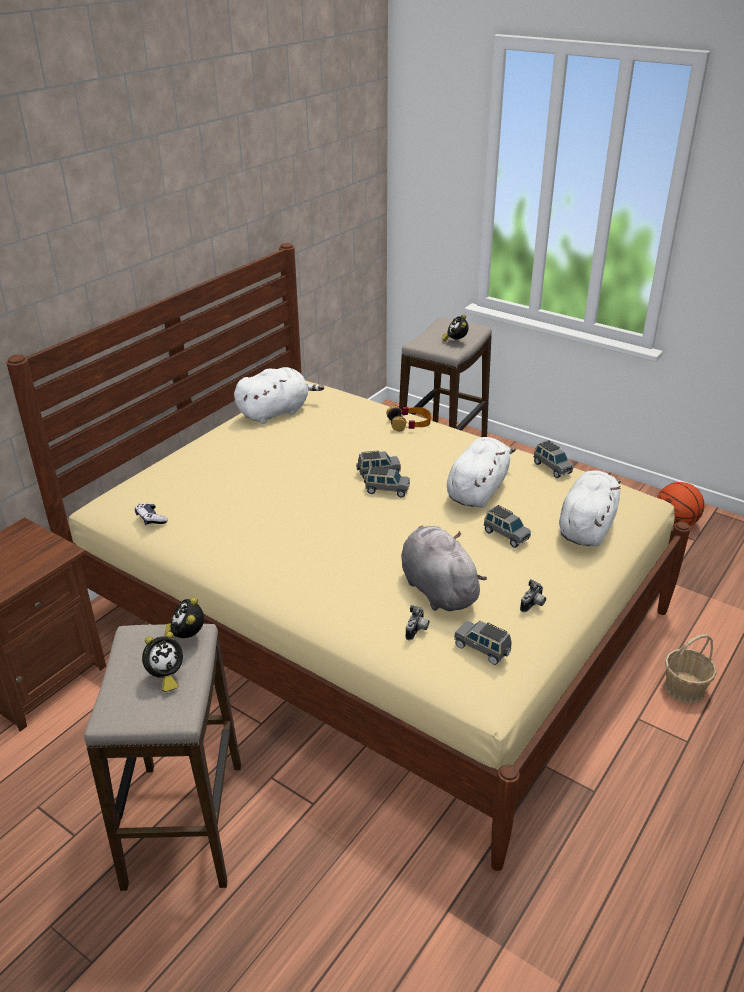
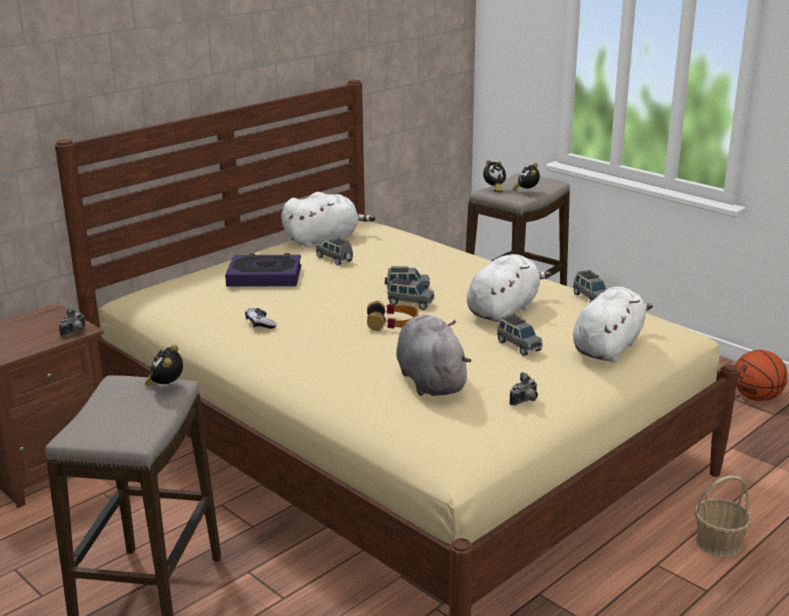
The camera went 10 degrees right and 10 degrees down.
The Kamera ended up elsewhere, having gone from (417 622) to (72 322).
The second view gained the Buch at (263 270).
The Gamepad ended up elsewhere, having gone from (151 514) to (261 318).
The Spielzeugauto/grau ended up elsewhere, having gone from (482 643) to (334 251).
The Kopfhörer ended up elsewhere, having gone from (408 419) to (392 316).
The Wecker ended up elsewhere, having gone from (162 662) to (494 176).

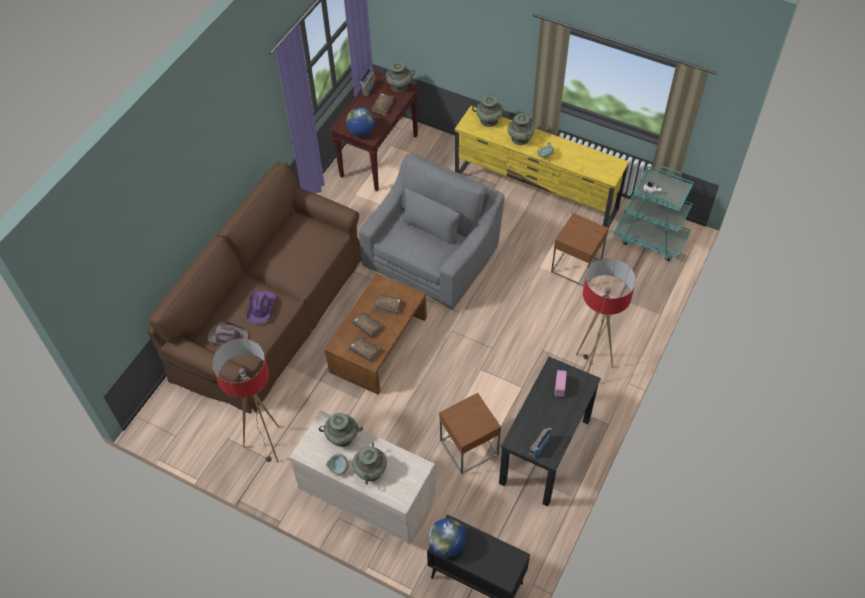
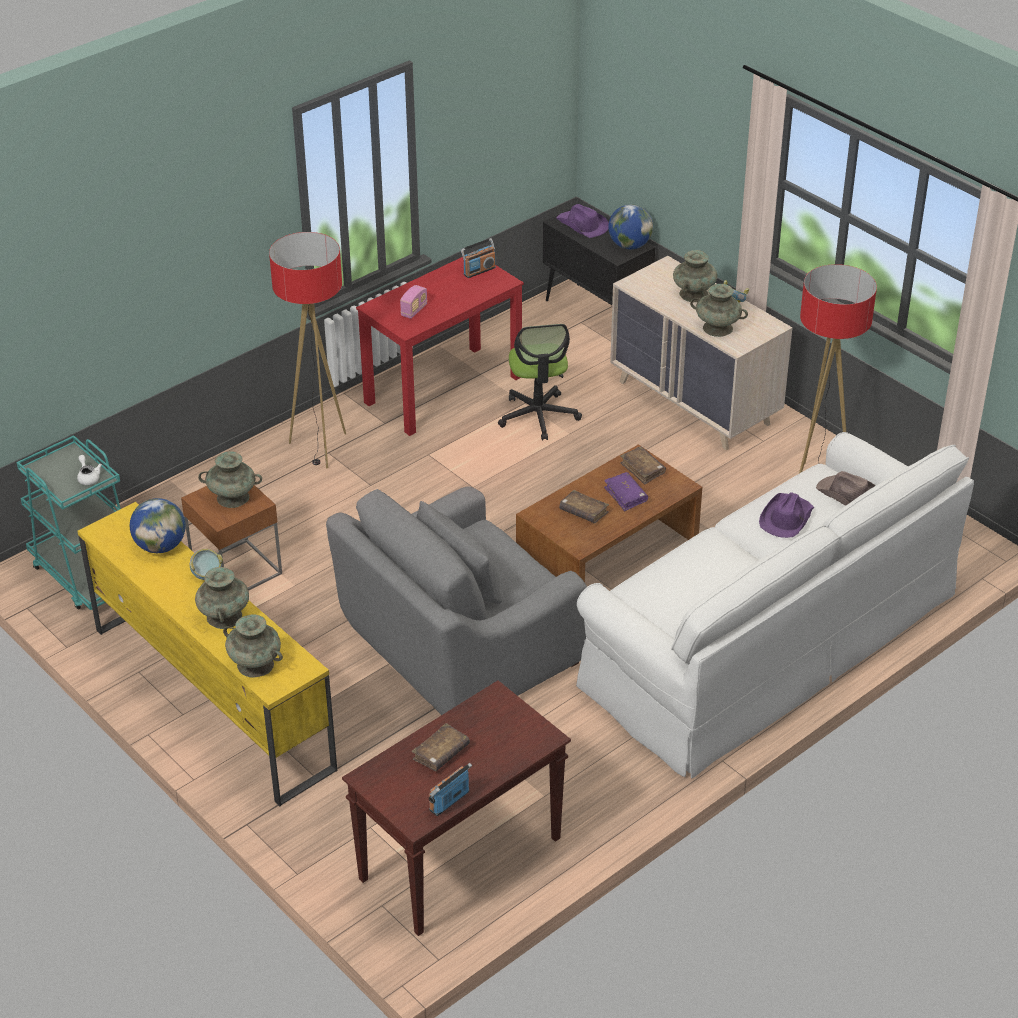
The camera went 160 degrees left and 15 degrees down.
The Globus ended up elsewhere, having gone from (360 122) to (158 525).
The Vase/türkis ended up elsewhere, having gone from (398 77) to (230 479).
What was the Schreibtisch/schwarz at (550 432) turned into the Schreibtisch/rot at (440 346).
Where the Beistelltisch/braun stood at (470 433), the Bürostuhl came to stand at (540 382).
The second view gained the Hut/lila at (582 221).
What was the Sofa/braun at (255 287) turned into the Sofa/weiß at (775 605).
What was the Buch/braun at (368 324) turned into the Buch/lila at (626 491).

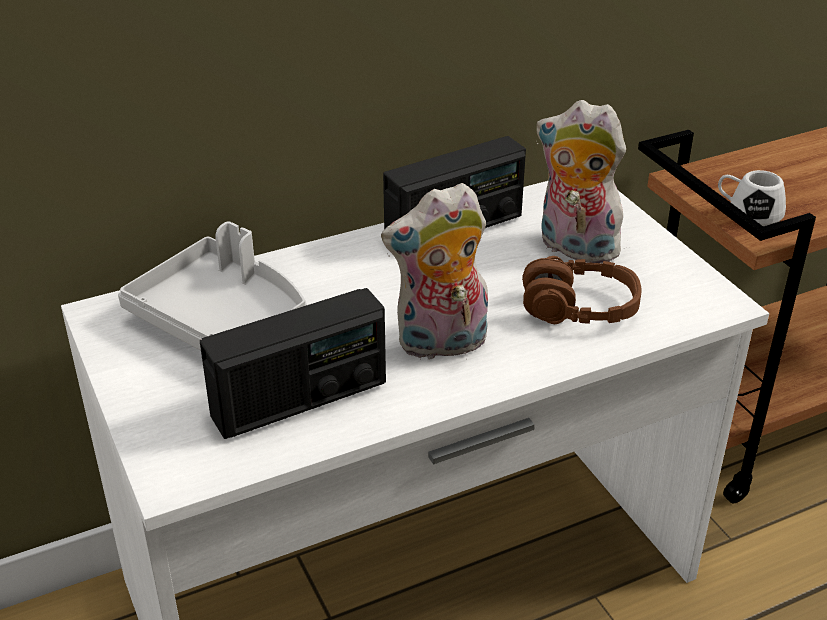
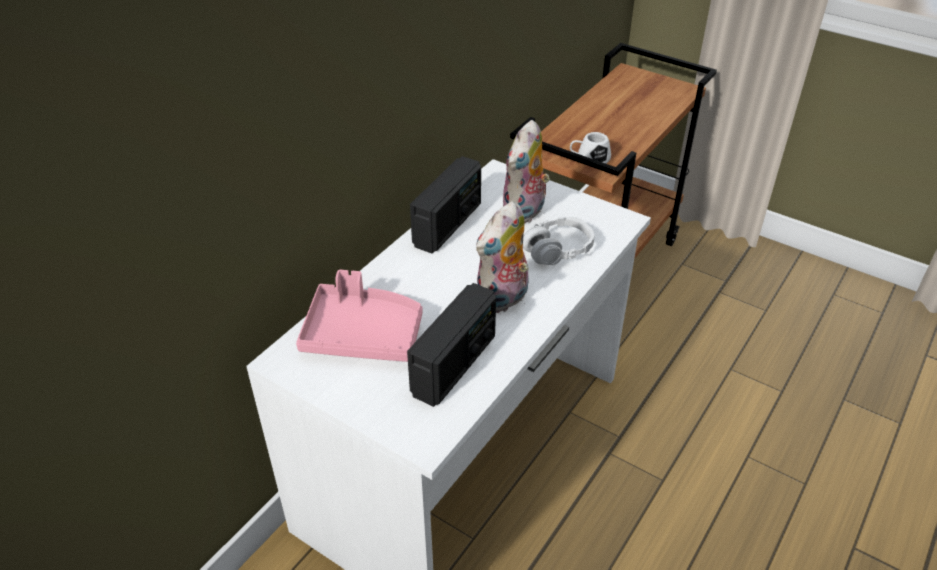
The camera went 30 degrees left and 5 degrees up.
What was the Tablett/grau at (212 285) turned into the Tablett/rosa at (359 316).
The Plüschtier at (581 181) ended up facing another way, 60 degrees counterclockwise from before.
What was the Kopfhörer/braun at (582 290) turned into the Kopfhörer/grau at (559 241).

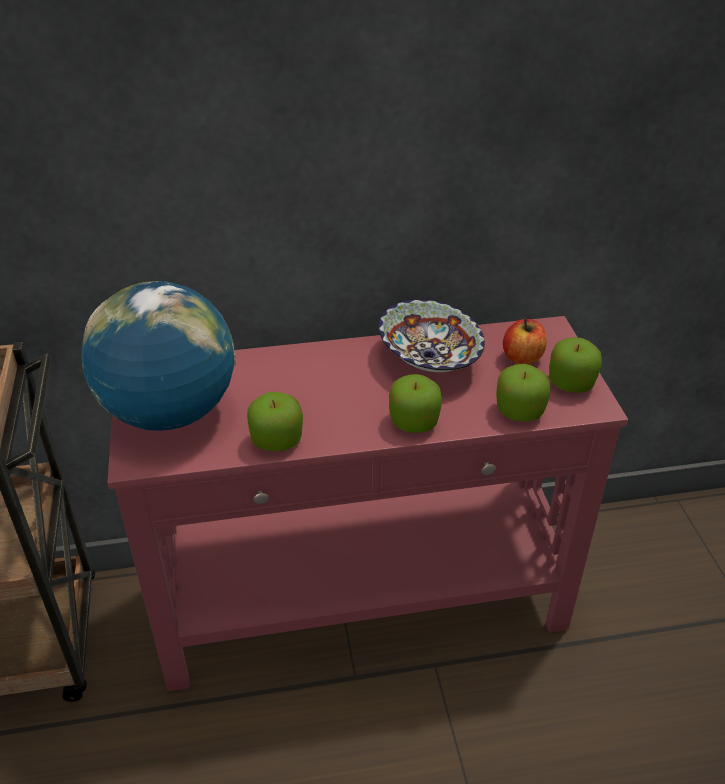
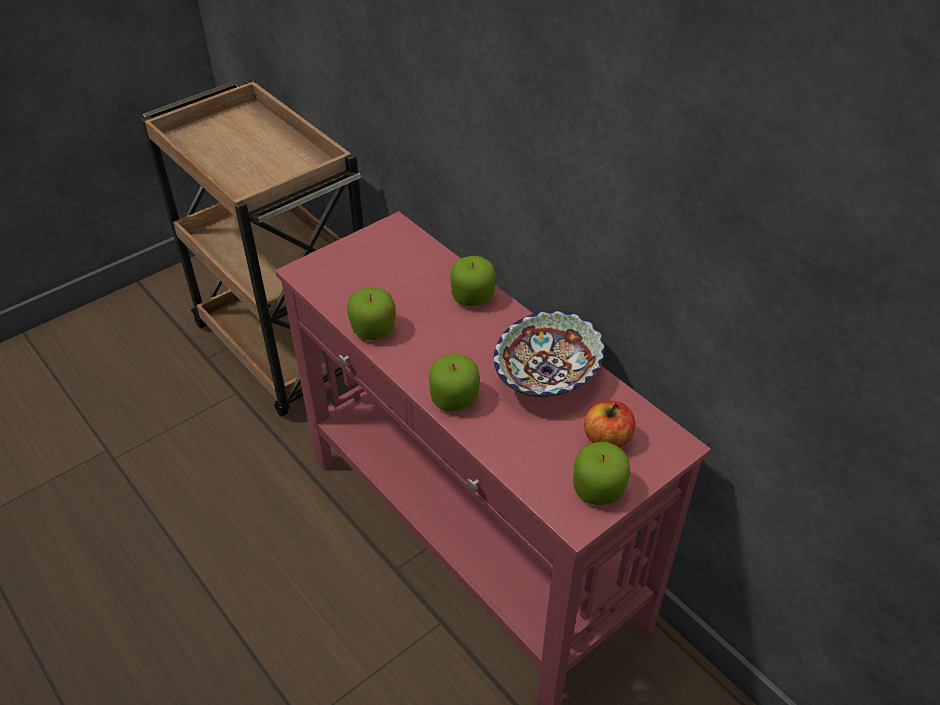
The camera went 60 degrees right and 5 degrees up.
The Apfel ended up elsewhere, having gone from (523 392) to (473 281).
The second view lost the Globus at (158 356).

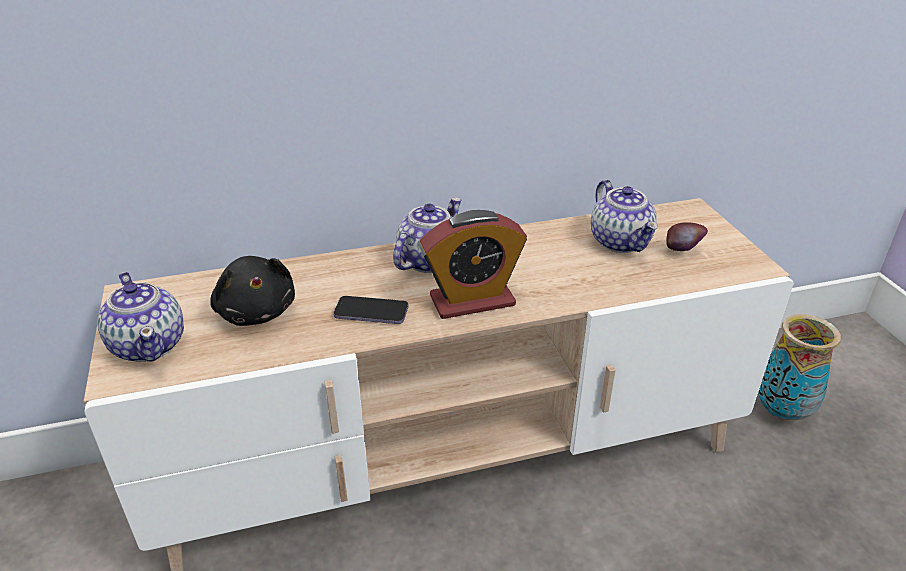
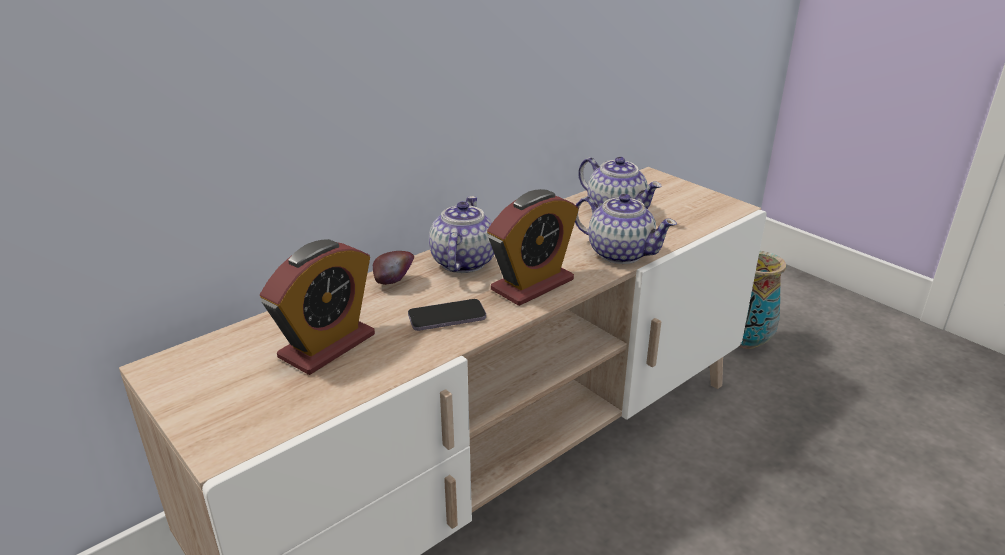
The camera went 25 degrees left and 5 degrees down.
Where the Plüschtier/schwarz stood at (252 291), the Wecker came to stand at (317 307).
The Apfel ended up elsewhere, having gone from (687 236) to (393 268).
The Teekanne ended up elsewhere, having gone from (140 317) to (626 229).

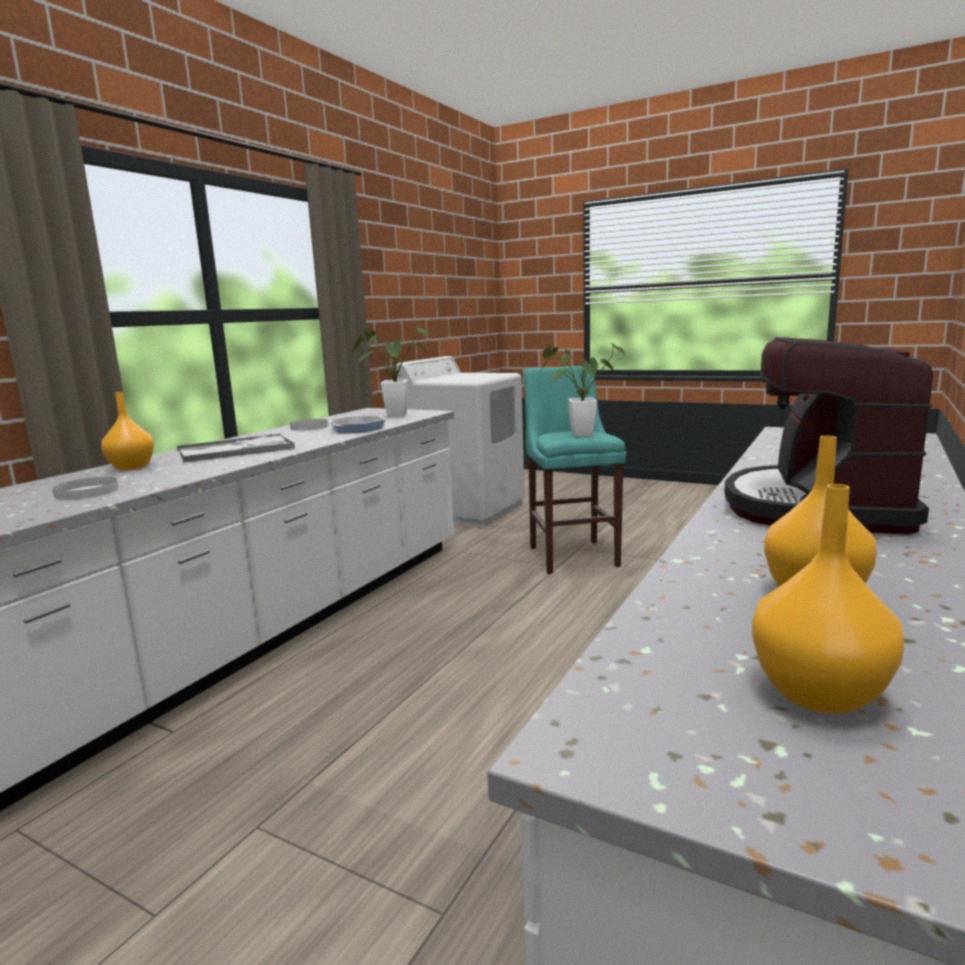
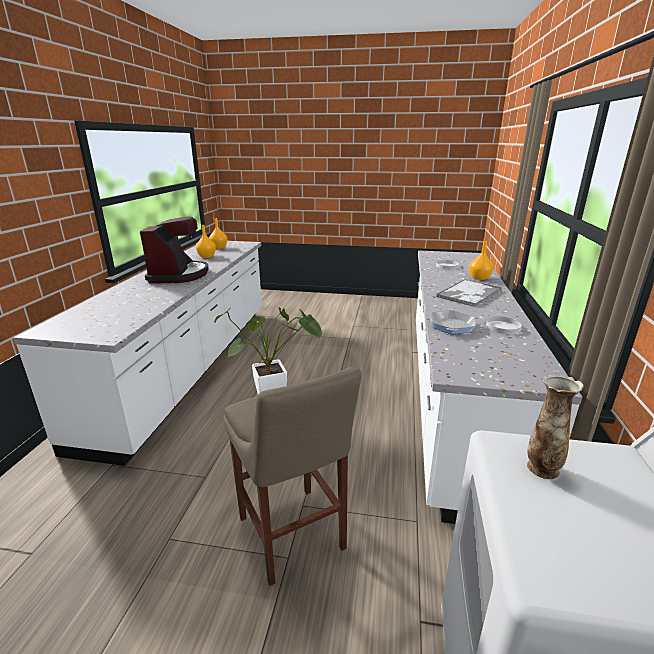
The camera went 160 degrees right and 10 degrees up.
What was the Hocker/türkis at (575 470) turned into the Hocker/beige at (293 476).
The second view gained the Vase at (555 426).
The second view lost the Topfpflanze at (391 371).

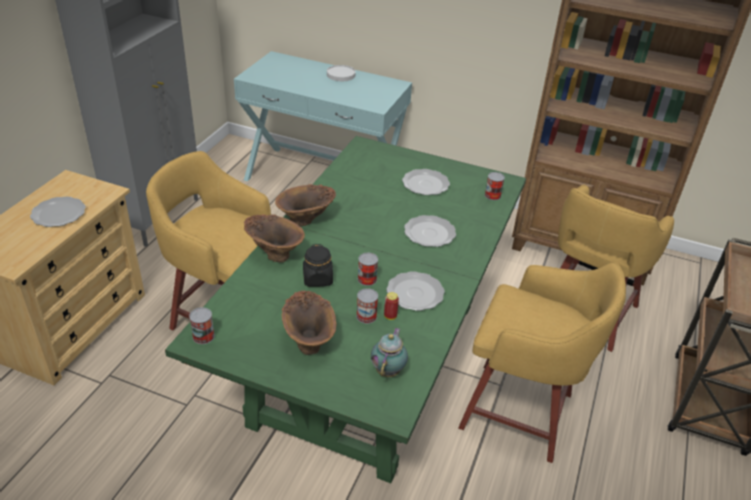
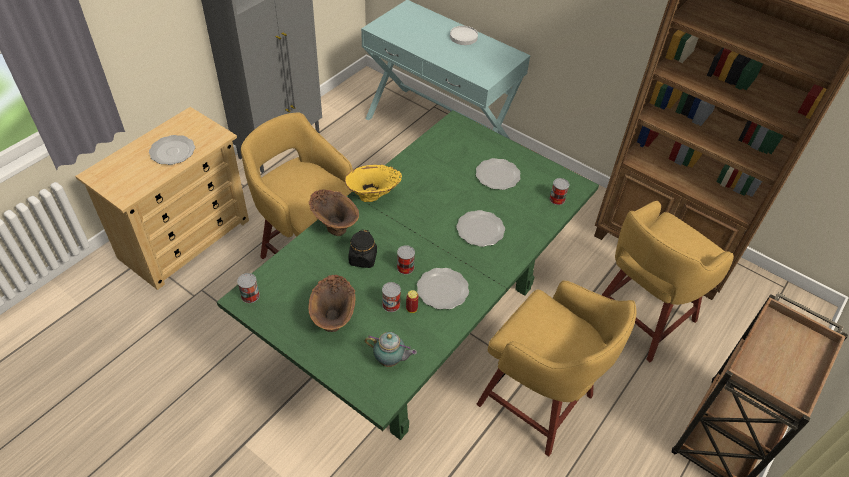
The camera went 15 degrees right and 10 degrees up.
What was the Vase/braun at (305 205) turned into the Vase/gelb at (373 183).
The Teekanne at (389 352) ended up facing another way, 75 degrees clockwise from before.

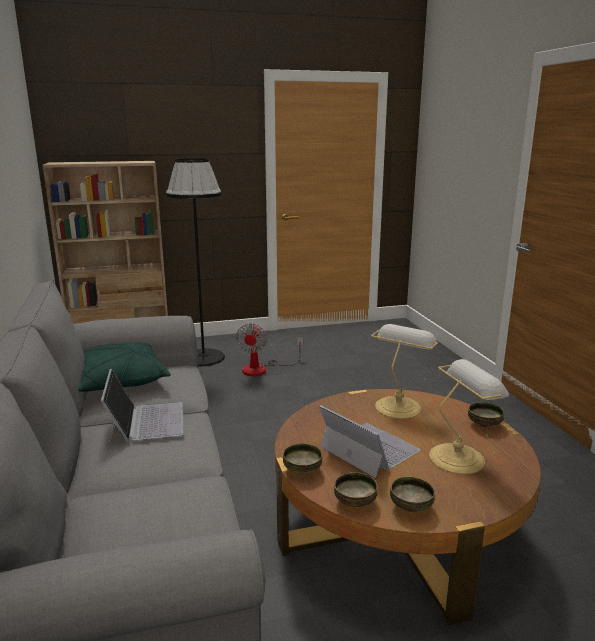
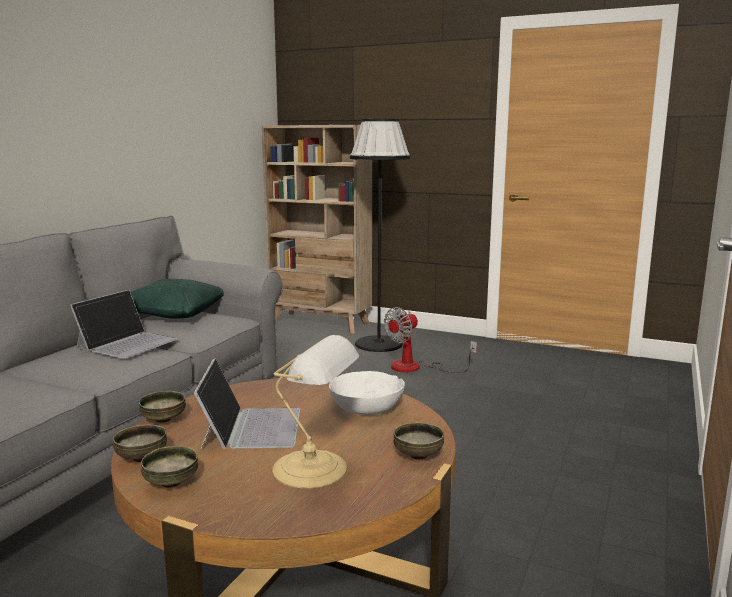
The camera went 40 degrees right and 5 degrees down.
Where the Tischlampe stood at (404 371), the Schüssel/weiß came to stand at (367 393).

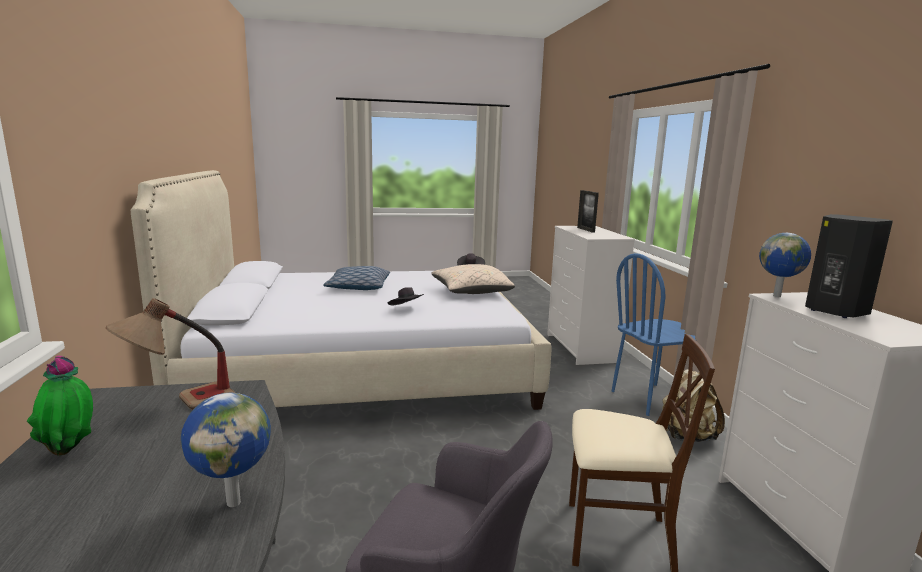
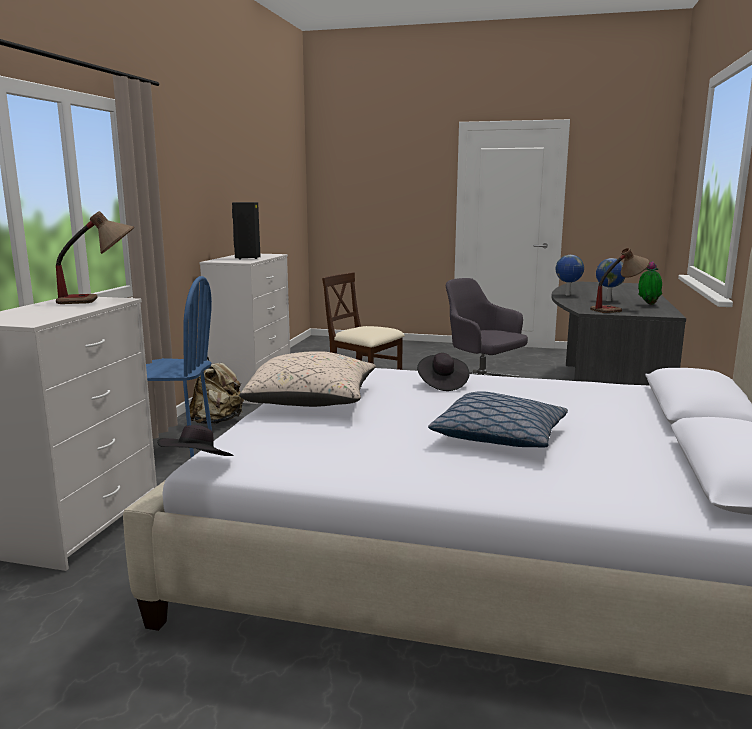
The camera went 155 degrees left and 0 degrees up.
The second view gained the Tischlampe at (95 257).
The Globus ended up elsewhere, having gone from (785 265) to (610 279).
The second view lost the Bilderrahmen at (588 211).

